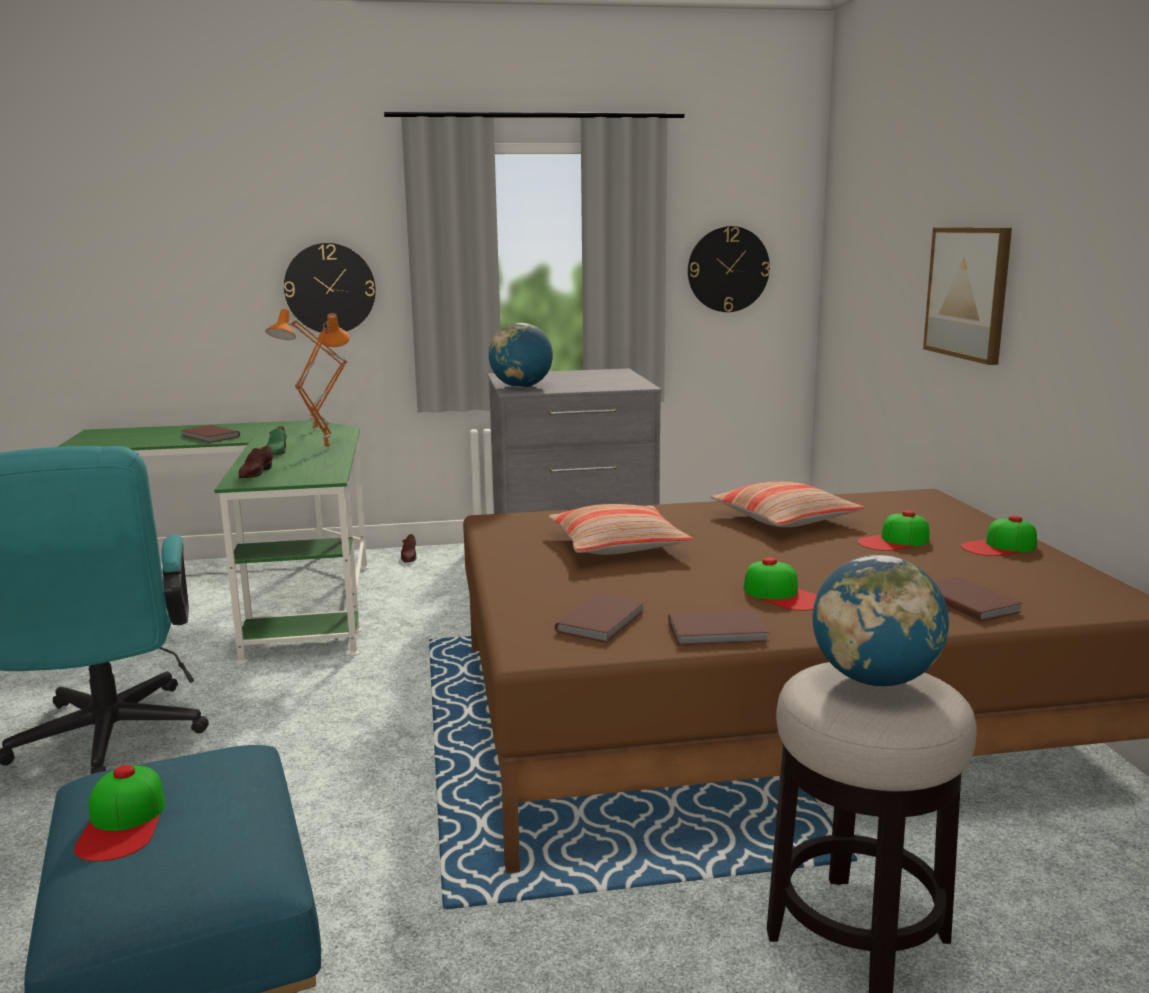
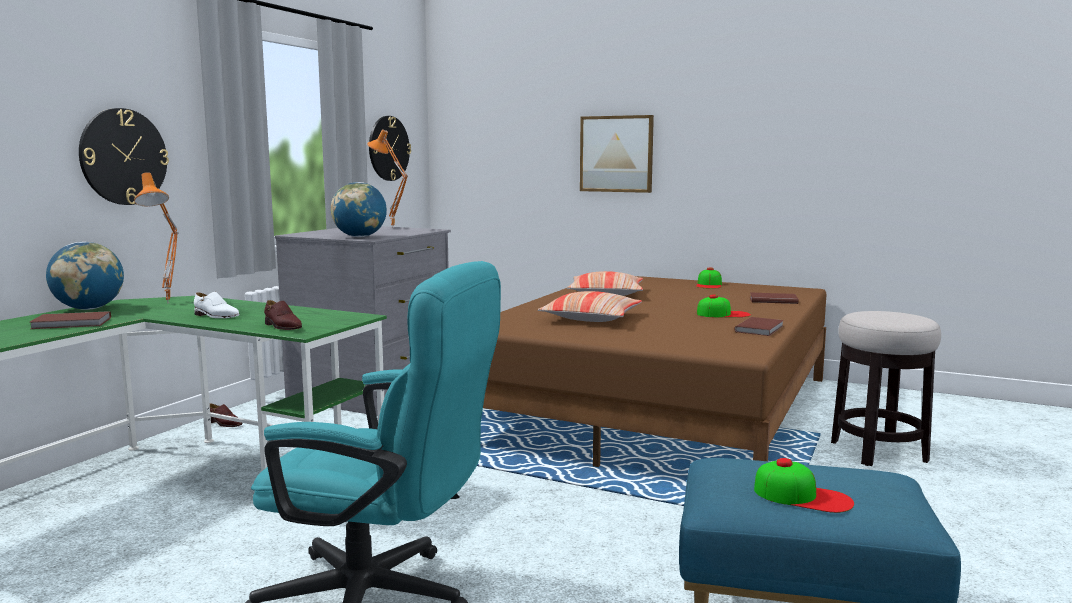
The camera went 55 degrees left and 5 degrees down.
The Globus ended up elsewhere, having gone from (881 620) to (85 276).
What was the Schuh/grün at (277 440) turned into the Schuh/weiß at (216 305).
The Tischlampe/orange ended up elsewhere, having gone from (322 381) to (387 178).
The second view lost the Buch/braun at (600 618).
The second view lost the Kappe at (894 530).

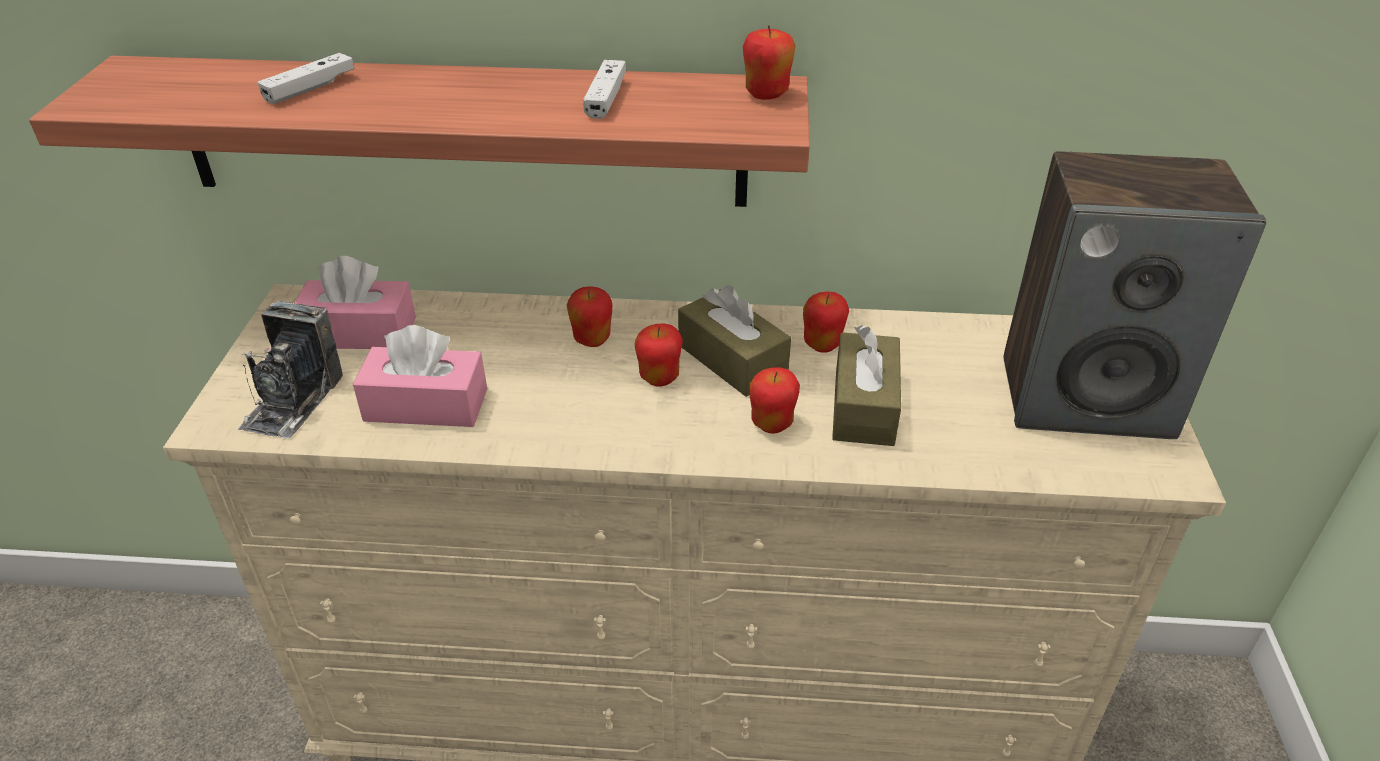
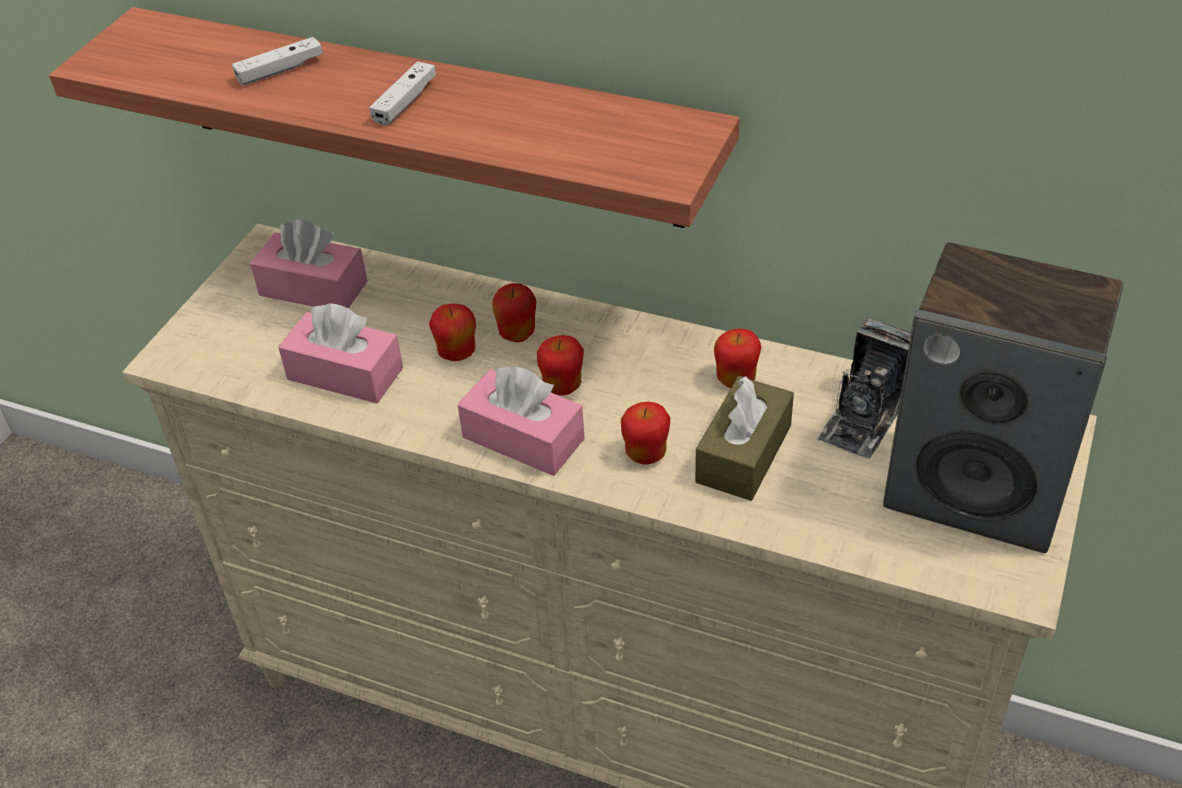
The camera went 20 degrees right and 5 degrees up.
The Gamepad/weiß ended up elsewhere, having gone from (604 89) to (402 93).
The Apfel ended up elsewhere, having gone from (769 63) to (452 332).
The second view gained the Taschentuchbox/rosa at (521 421).
The Kamera ended up elsewhere, having gone from (290 370) to (864 388).
The second view lost the Taschentuchbox/braun at (734 341).

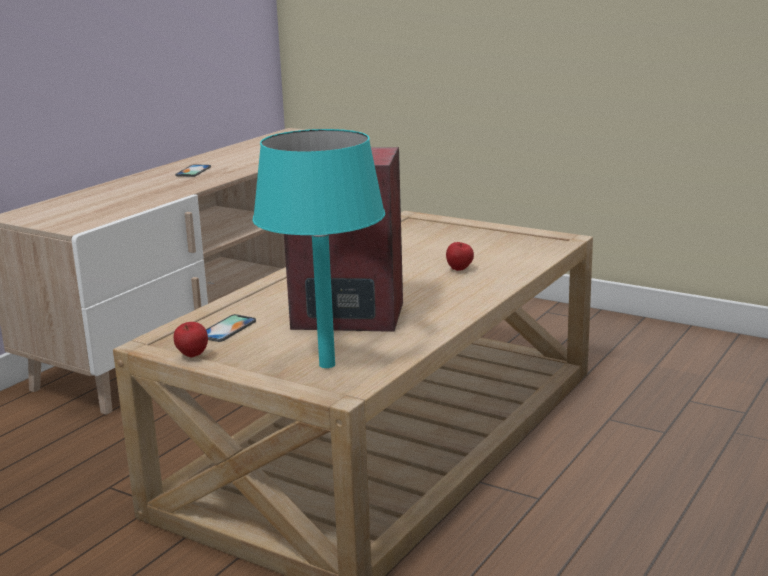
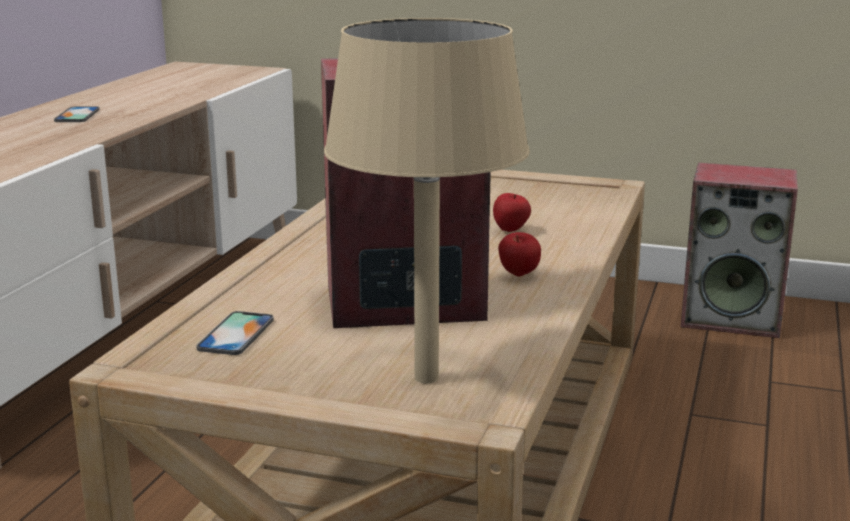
The camera went 15 degrees left and 0 degrees up.
What was the Tischlampe/türkis at (319 248) turned into the Tischlampe/beige at (427 200).
The Apfel ended up elsewhere, having gone from (191 339) to (519 254).
The second view gained the Lautsprecher at (739 250).

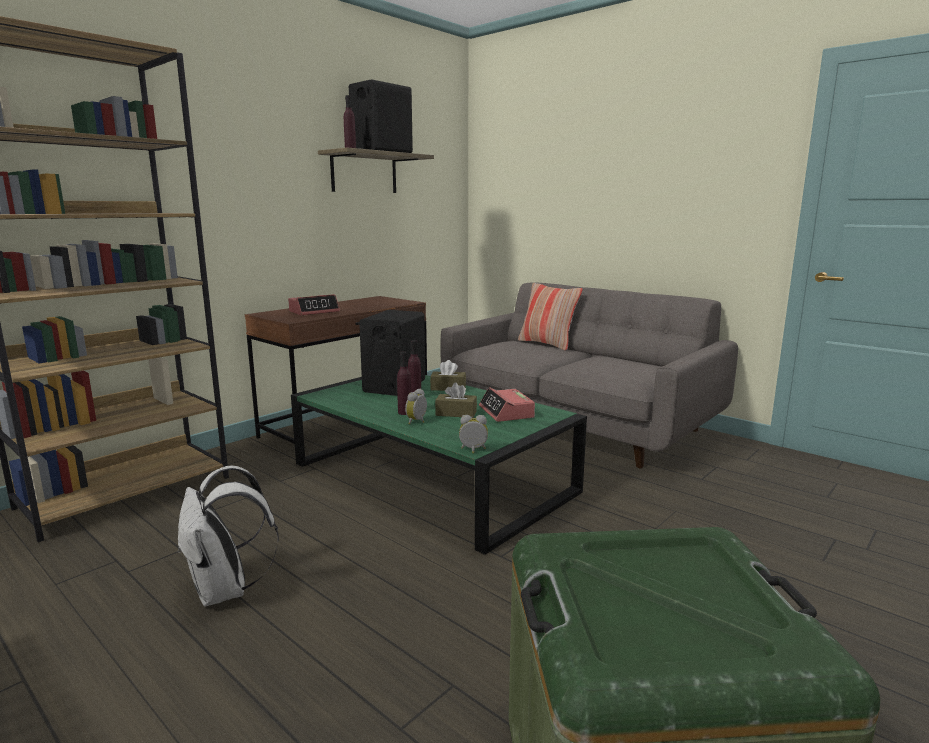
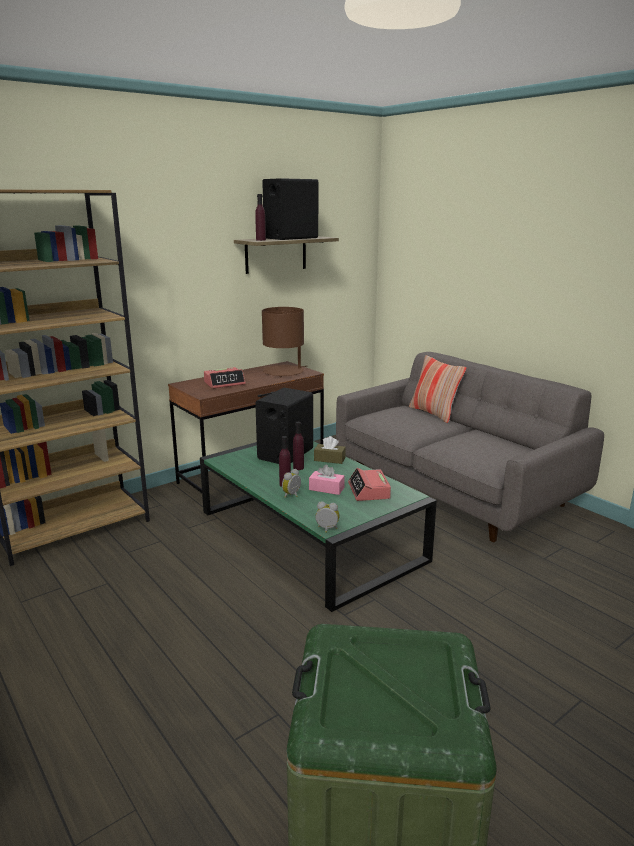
The camera went 10 degrees right and 5 degrees up.
The second view gained the Tischlampe/braun at (284 342).
What was the Taschentuchbox/braun at (456 400) turned into the Taschentuchbox/rosa at (327 479).
The second view lost the Rucksack/weiß at (228 536).

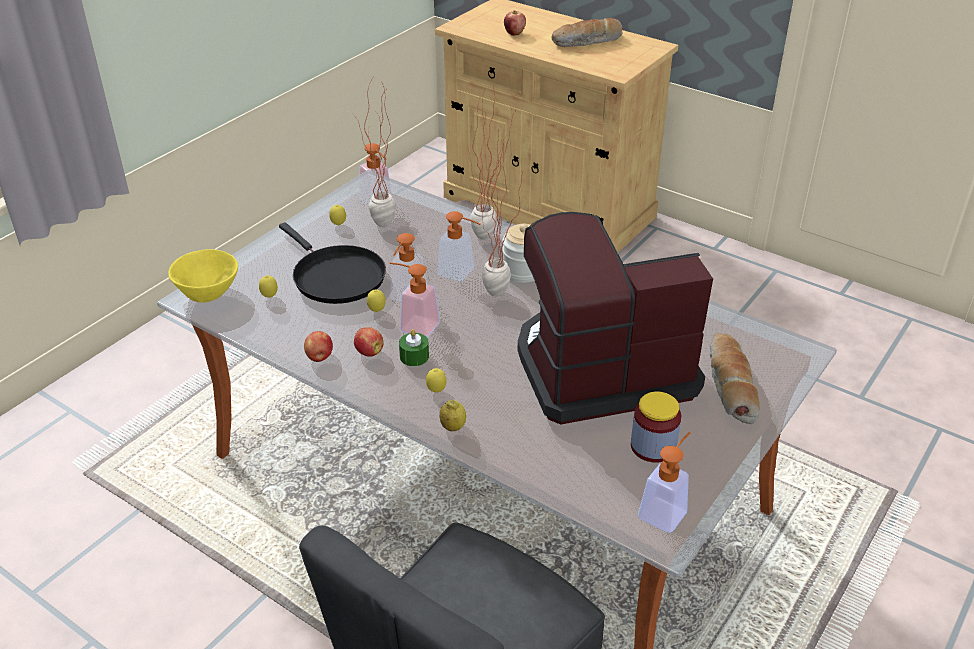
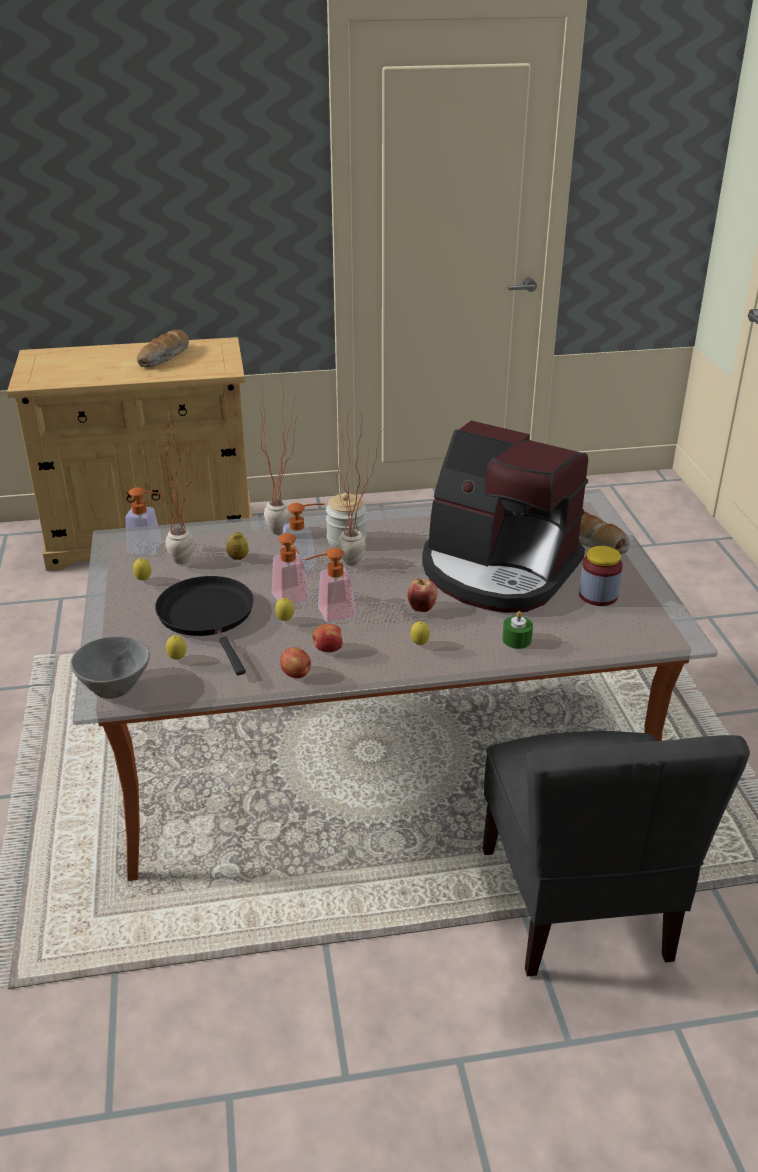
The camera went 45 degrees left and 5 degrees down.
What was the Schüssel/gelb at (203 276) turned into the Schüssel/grau at (110 667).
The Pfanne/schwarz at (332 263) ended up facing another way, 120 degrees counterclockwise from before.
The Zitrone ended up elsewhere, having gone from (453 415) to (237 546).
The Apfel ended up elsewhere, having gone from (515 23) to (422 595).
The Kaffeemaschine at (615 318) ended up facing another way, 90 degrees counterclockwise from before.
The Kerze/grün ended up elsewhere, having gone from (414 347) to (517 630).
The second view lost the Seifenspender at (664 482).

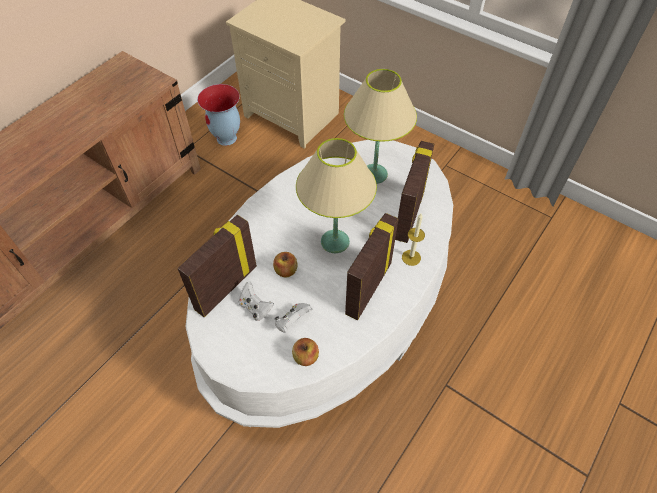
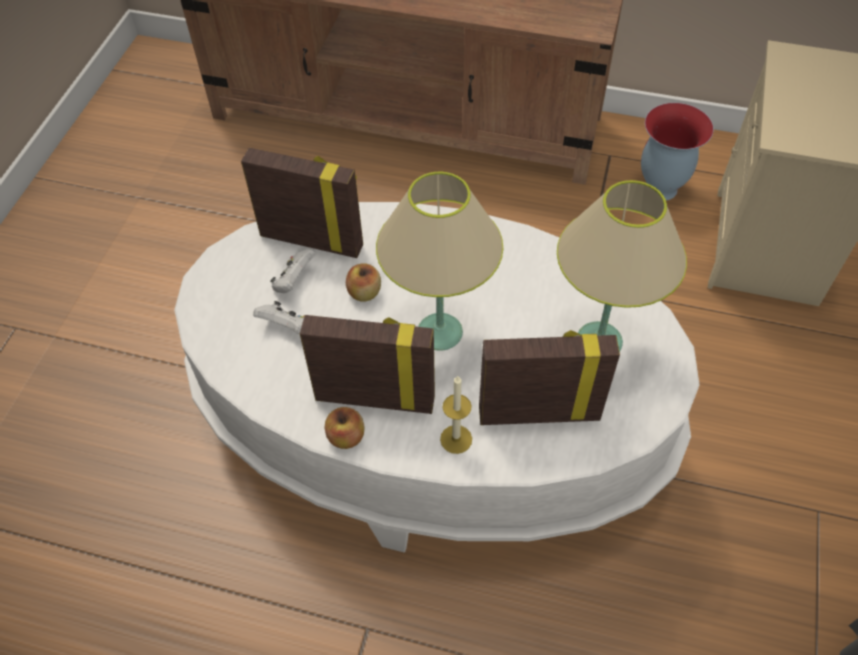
The camera went 70 degrees right and 0 degrees up.
The Apfel ended up elsewhere, having gone from (305 352) to (344 428).

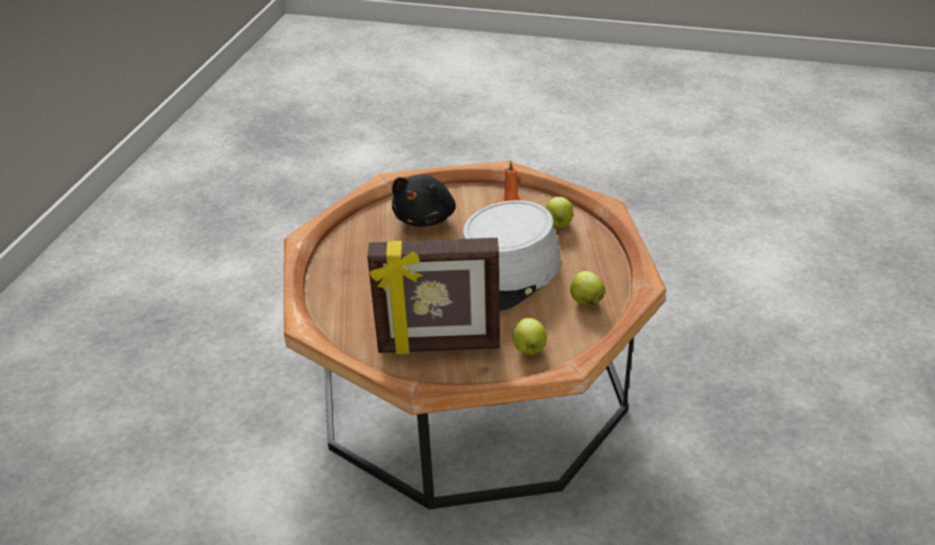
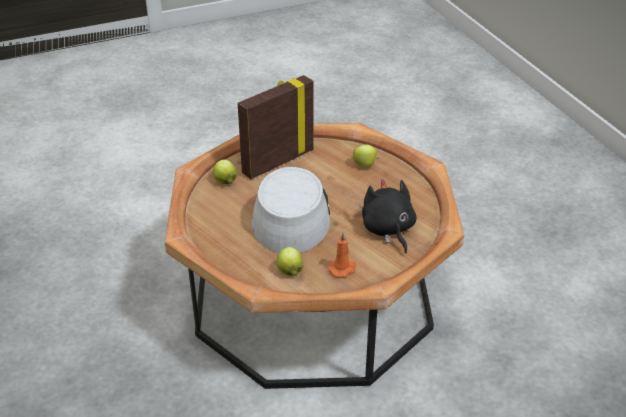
The camera went 140 degrees right and 0 degrees up.
The Apfel ended up elsewhere, having gone from (587 288) to (366 156).

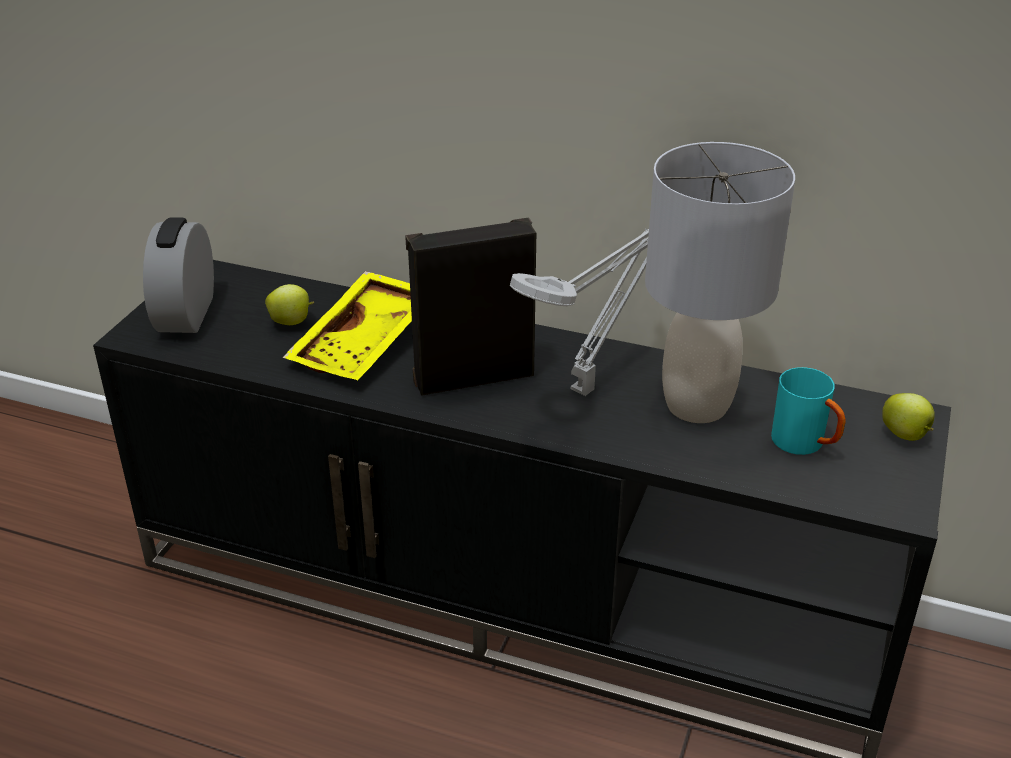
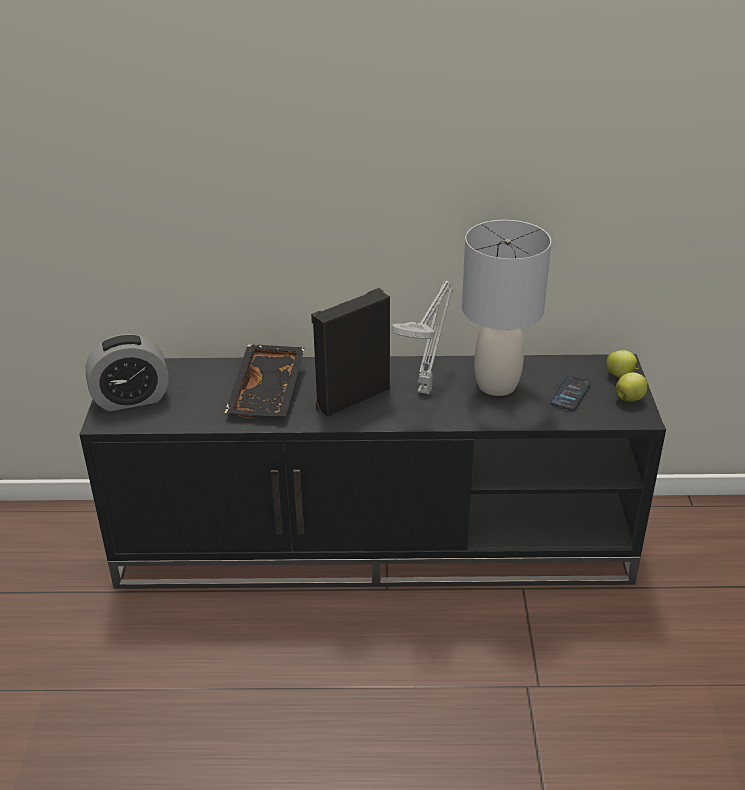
The camera went 20 degrees left and 0 degrees up.
The Wecker at (178 275) ended up facing another way, 90 degrees counterclockwise from before.
What was the Tablett/gelb at (347 325) turned into the Tablett/schwarz at (265 381).
Where the Henkelbecher/türkis stood at (808 411), the Handy came to stand at (570 393).
The Apfel ended up elsewhere, having gone from (289 304) to (631 387).

